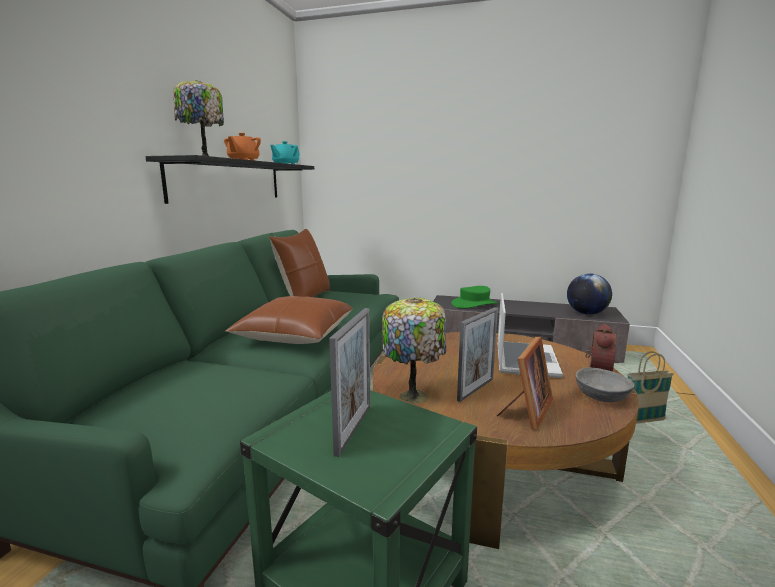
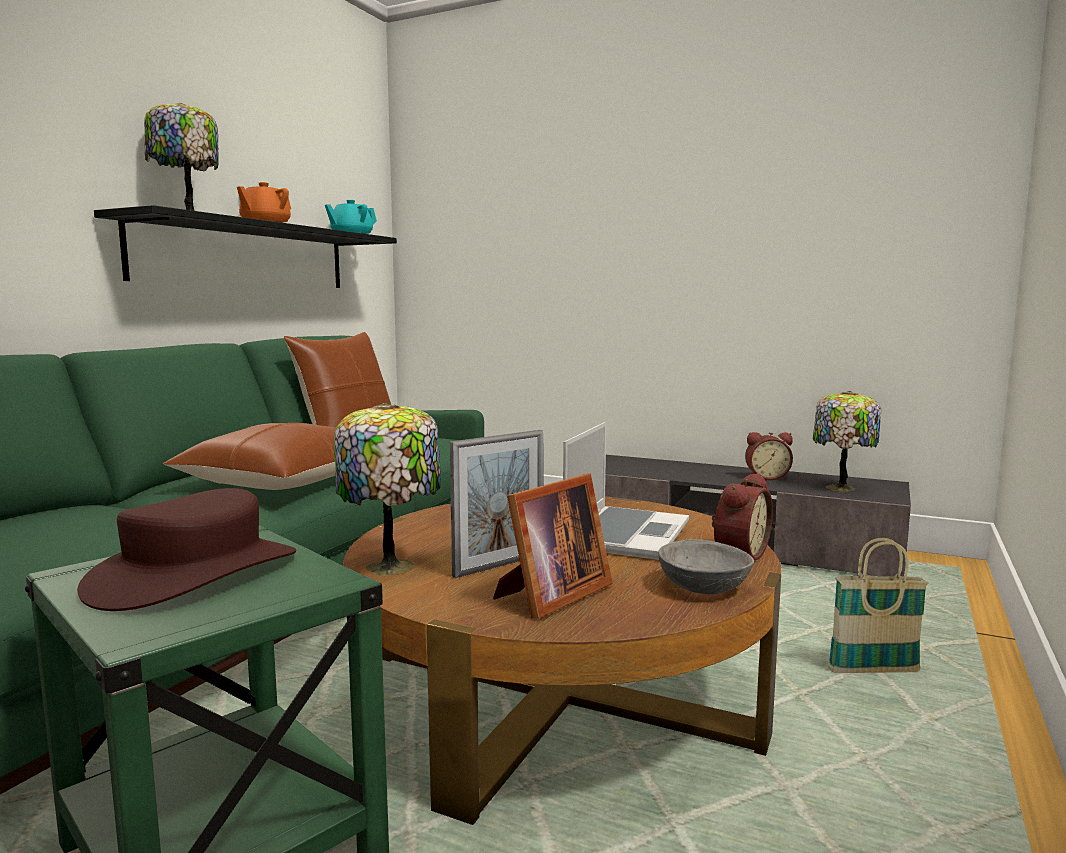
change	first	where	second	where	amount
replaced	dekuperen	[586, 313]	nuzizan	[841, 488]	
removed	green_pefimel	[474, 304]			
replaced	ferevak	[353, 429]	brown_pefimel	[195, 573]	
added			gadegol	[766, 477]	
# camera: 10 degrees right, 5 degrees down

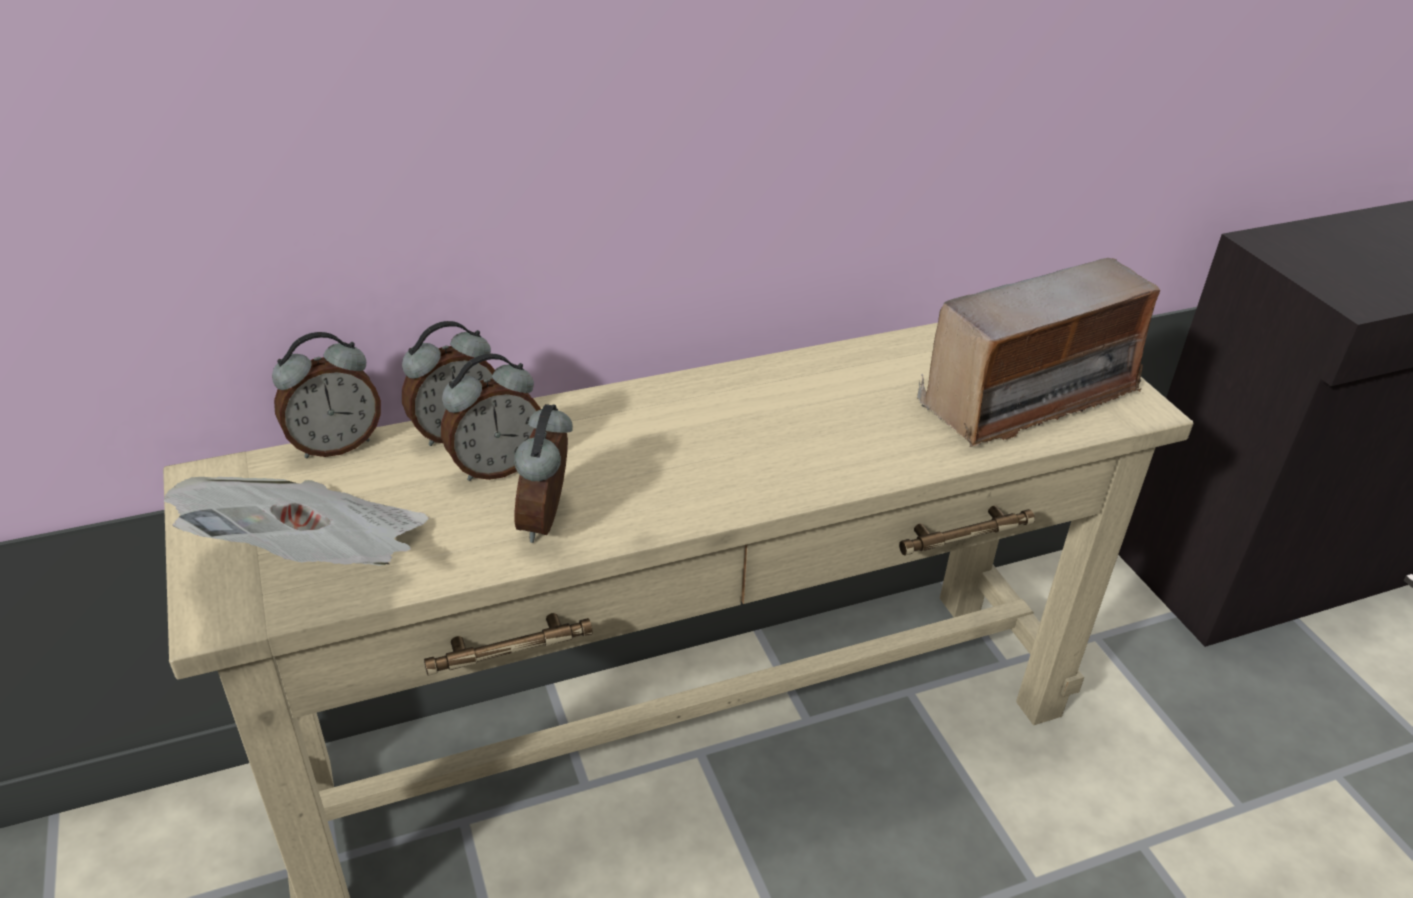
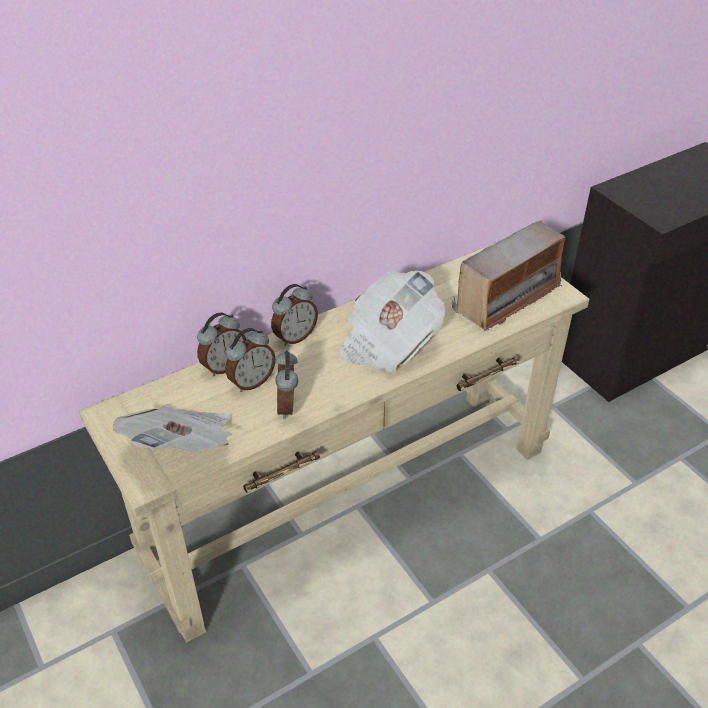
change	first	where	second	where	amount
moved	gadegol	[335, 445]		[294, 337]	
added			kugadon	[388, 342]	
# camera: 10 degrees left, 5 degrees up

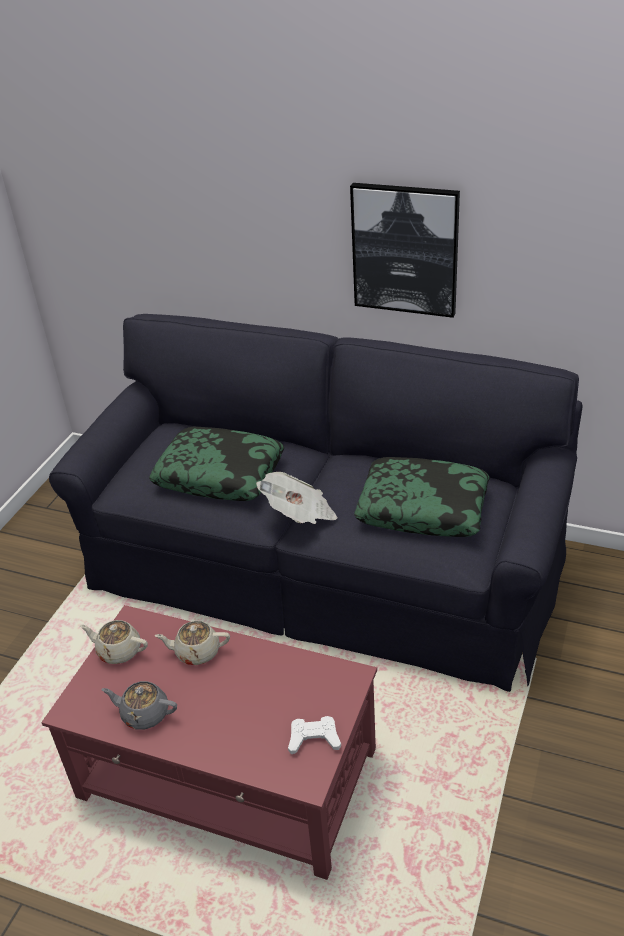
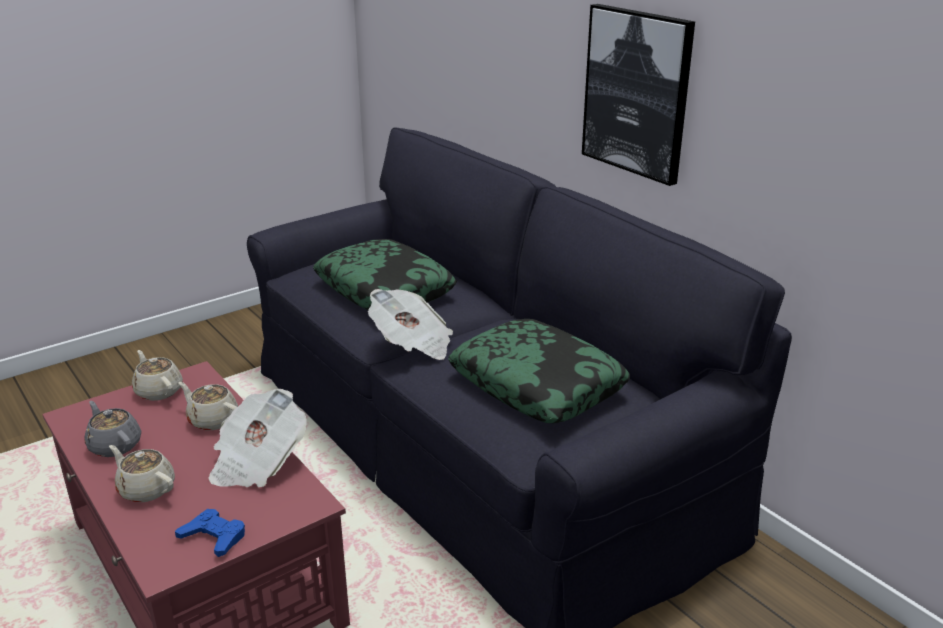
change	first	where	second	where	amount
recoloured	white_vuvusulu	[314, 738]	blue_vuvusulu	[214, 537]	
added			kugadon	[257, 462]	
added			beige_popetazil	[146, 489]	
# camera: 30 degrees right, 10 degrees down

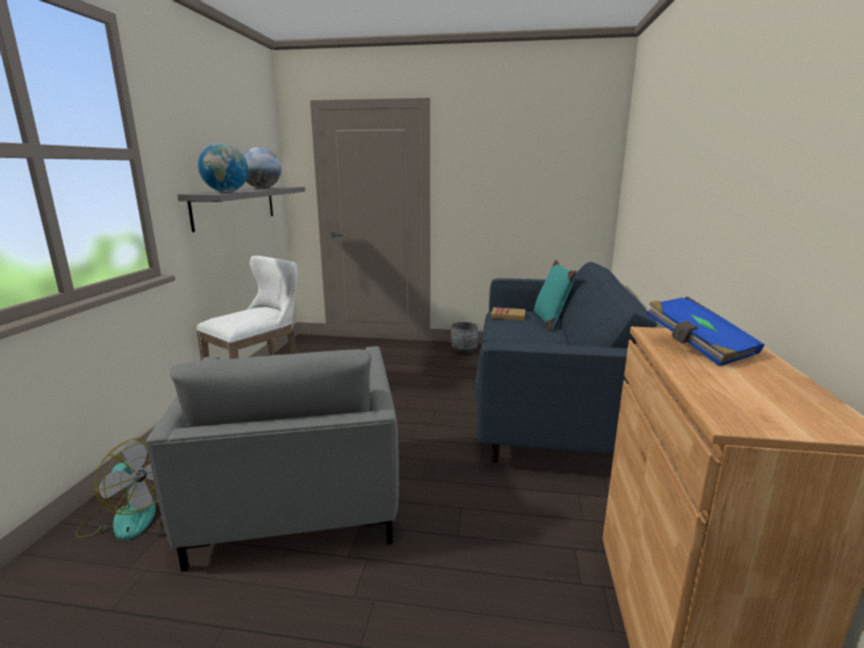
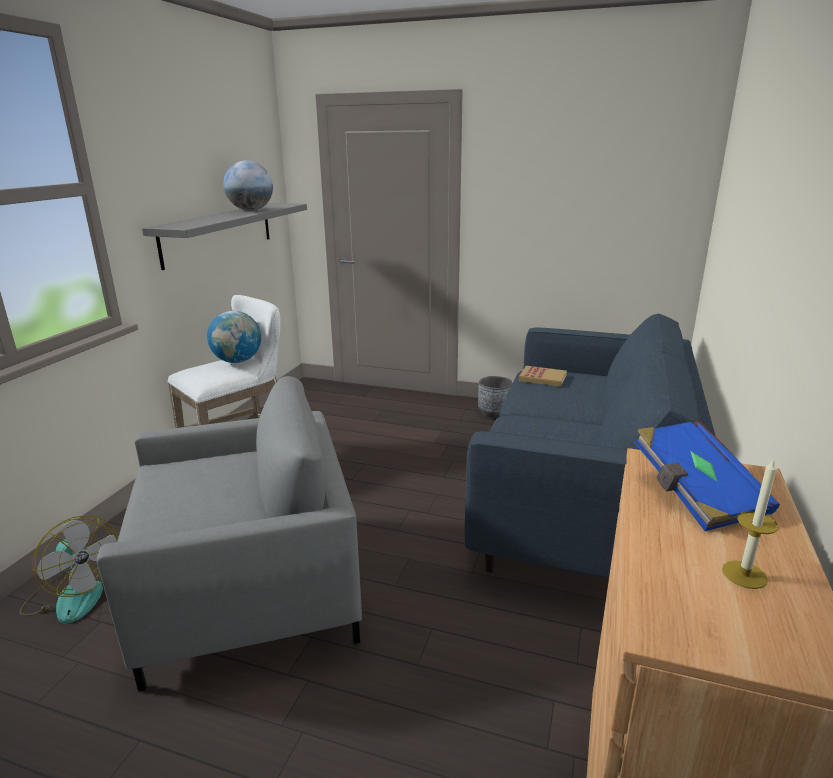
change	first	where	second	where	amount
moved	dekuperen	[226, 192]		[237, 361]	
removed	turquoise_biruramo	[550, 321]			
turned	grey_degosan	[296, 496]		[250, 591]	105 degrees counterclockwise
added			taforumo	[744, 574]	
# camera: 10 degrees right, 5 degrees up

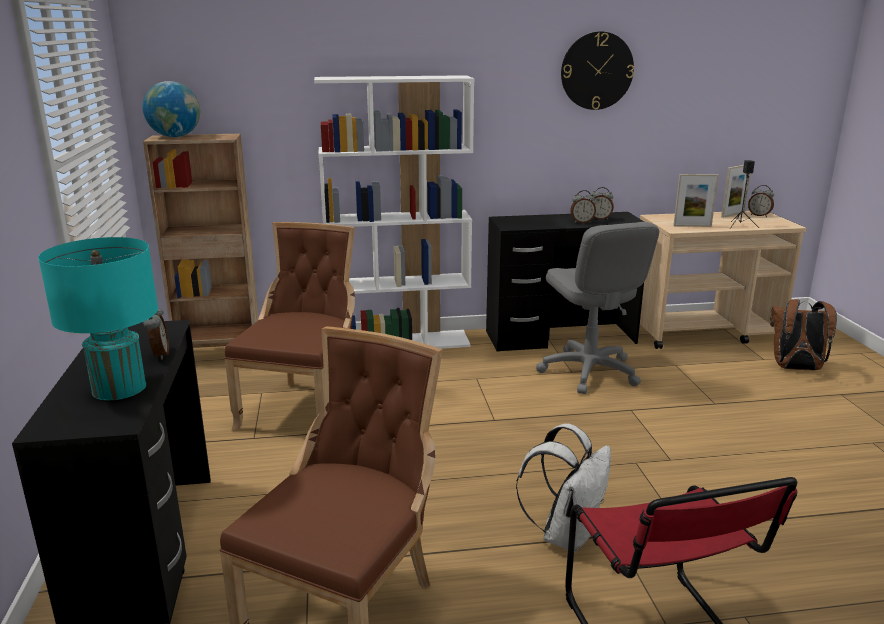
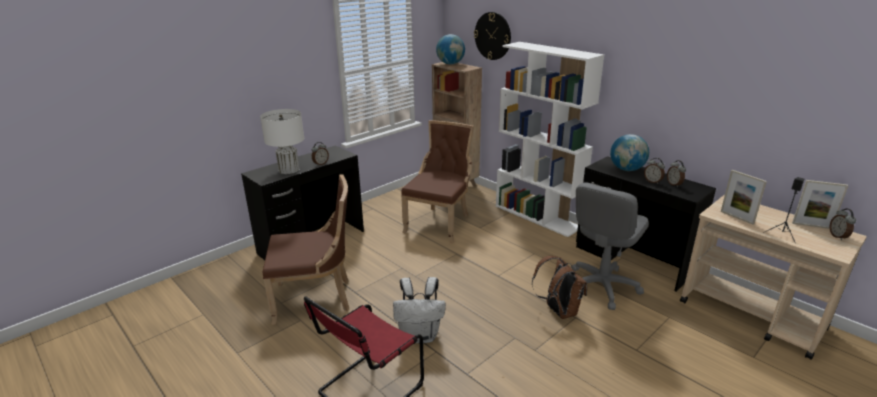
change	first	where	second	where	amount
moved	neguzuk	[597, 71]		[492, 36]	
turned	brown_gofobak	[303, 407]		[440, 223]	45 degrees counterclockwise
recoloured	turquoise_nuzizan	[119, 388]	white_nuzizan	[288, 170]	
moved	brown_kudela	[795, 368]		[558, 311]	
added			dekuperen	[626, 169]	
# camera: 55 degrees right, 5 degrees up

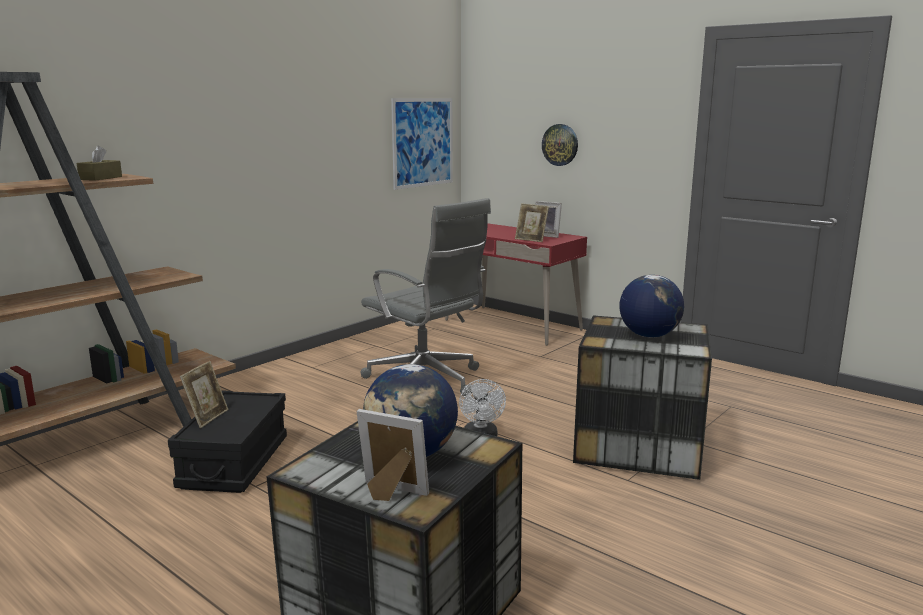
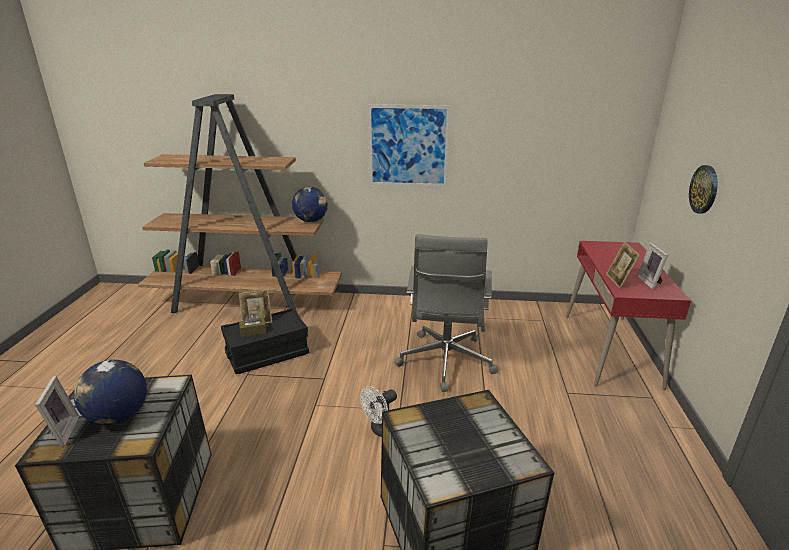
change	first	where	second	where	amount
moved	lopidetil	[423, 142]		[408, 146]	
moved	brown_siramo	[100, 178]		[253, 332]	
moved	dekuperen	[649, 335]		[311, 221]	
# camera: 55 degrees right, 10 degrees up

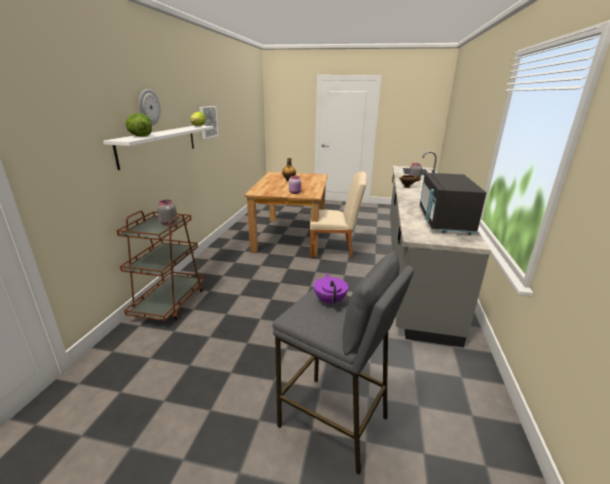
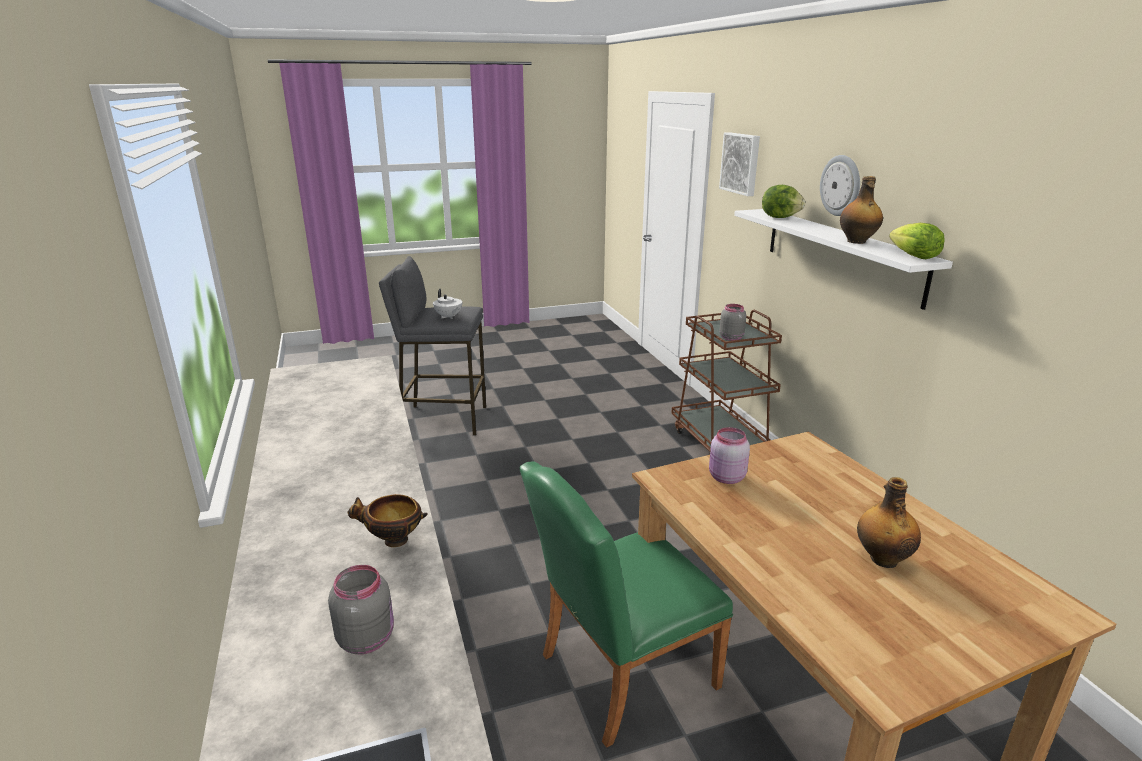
change	first	where	second	where	amount
moved	lopidetil	[207, 122]		[741, 163]	
recoloured	beige_gofobak	[334, 249]	green_gofobak	[618, 675]	
removed	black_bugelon	[444, 221]			
recoloured	purple_popetazil	[330, 300]	white_popetazil	[448, 317]	
added			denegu	[857, 241]	
# camera: 150 degrees right, 0 degrees up

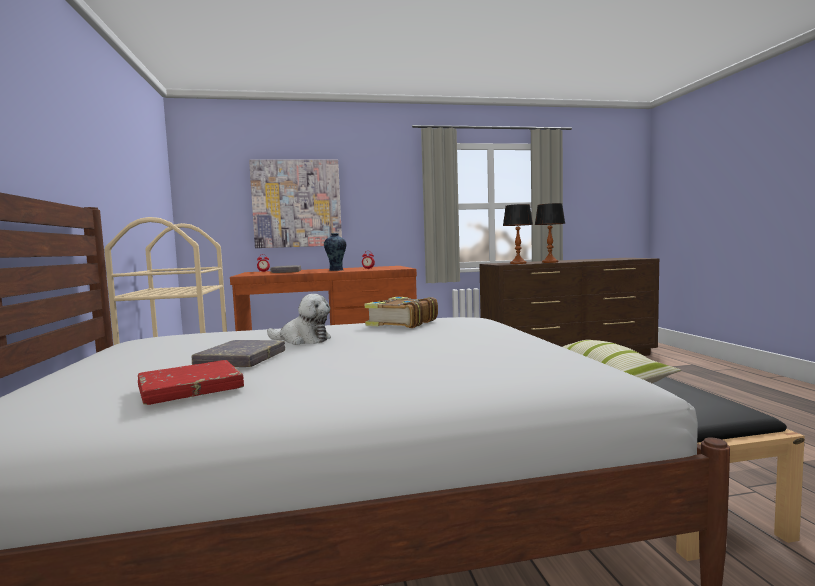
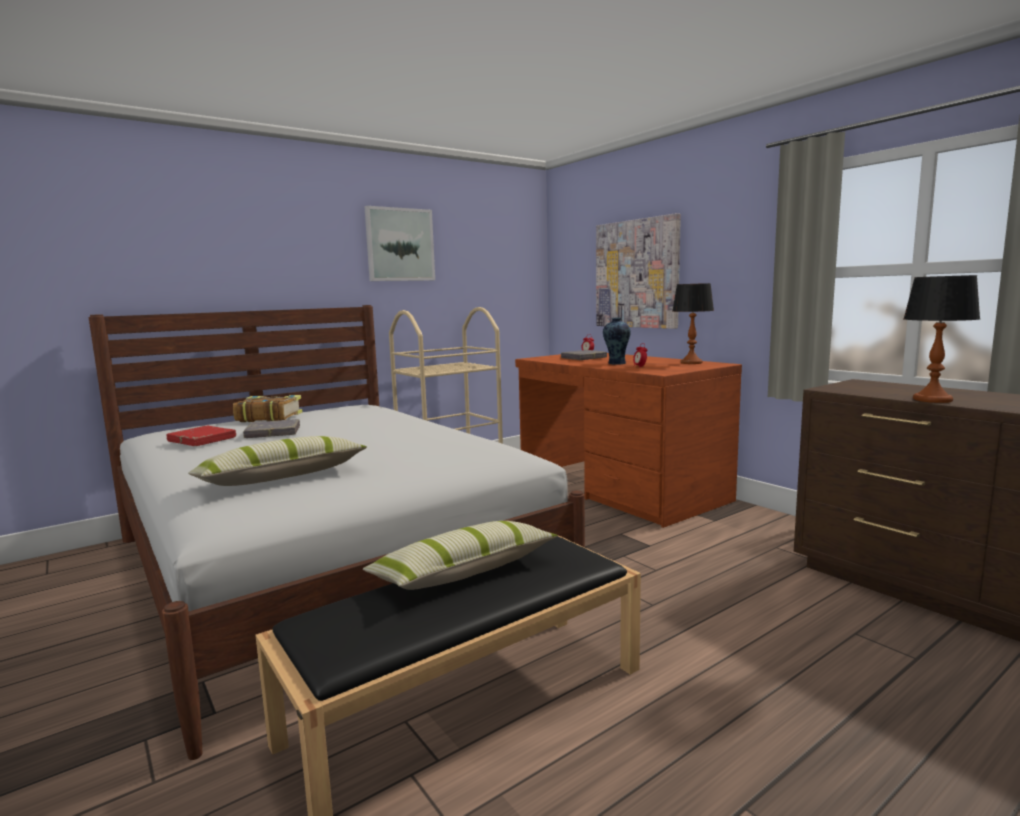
change	first	where	second	where	amount
moved	nuzizan	[518, 263]		[691, 362]	
removed	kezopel	[303, 340]			
moved	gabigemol	[401, 323]		[268, 417]	
added			lopidetil	[400, 245]	
added			biruramo	[281, 478]	
# camera: 65 degrees right, 5 degrees up

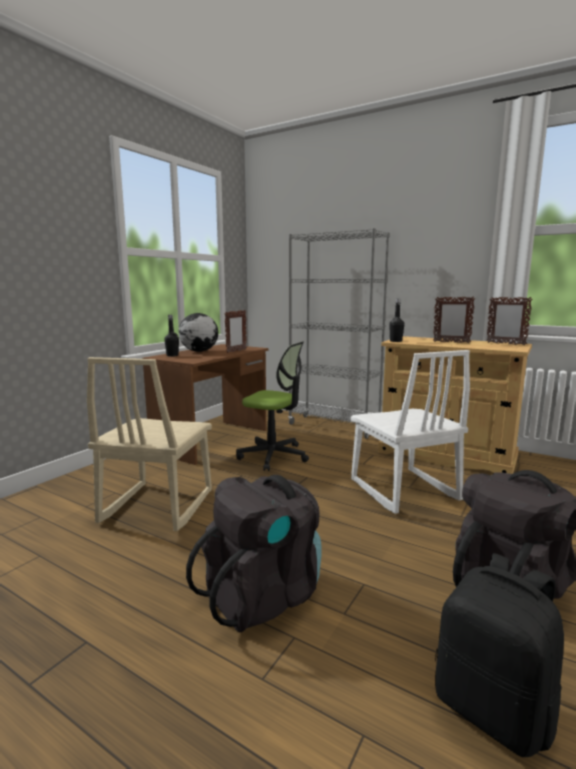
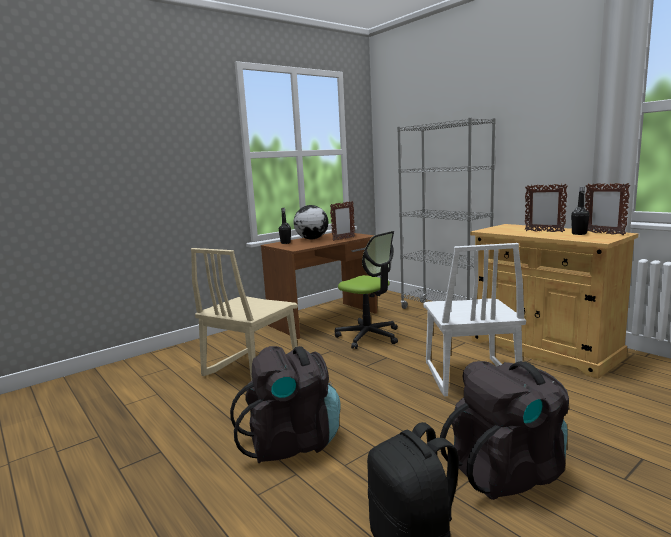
change	first	where	second	where	amount
moved	black_denegu	[395, 341]		[579, 234]	
# camera: 20 degrees right, 0 degrees up

